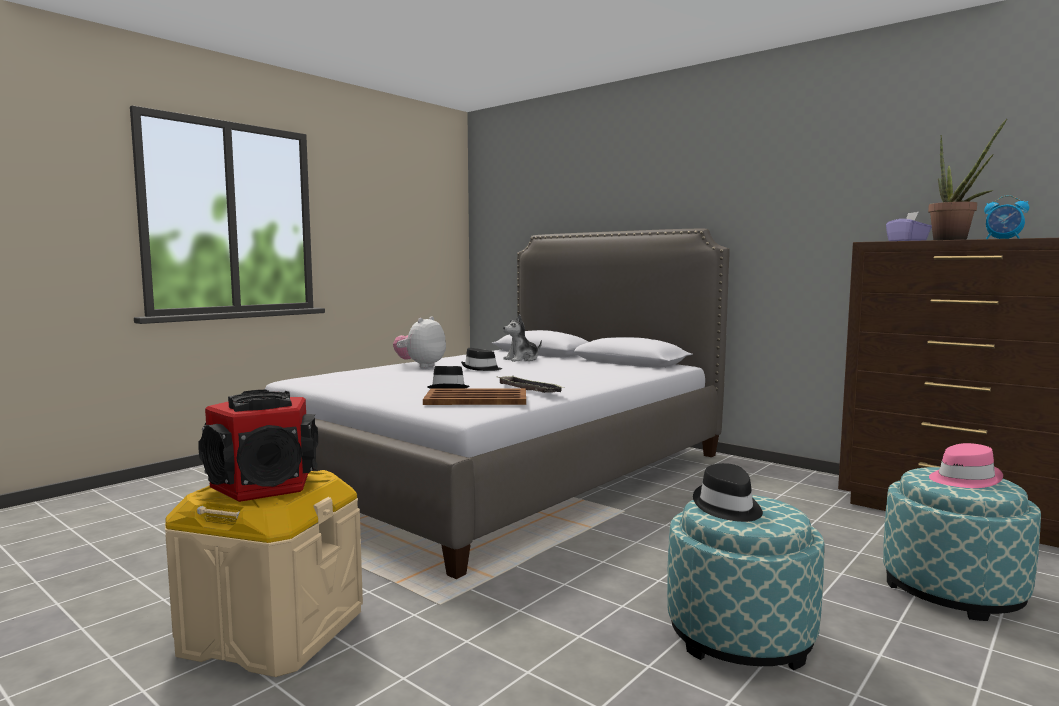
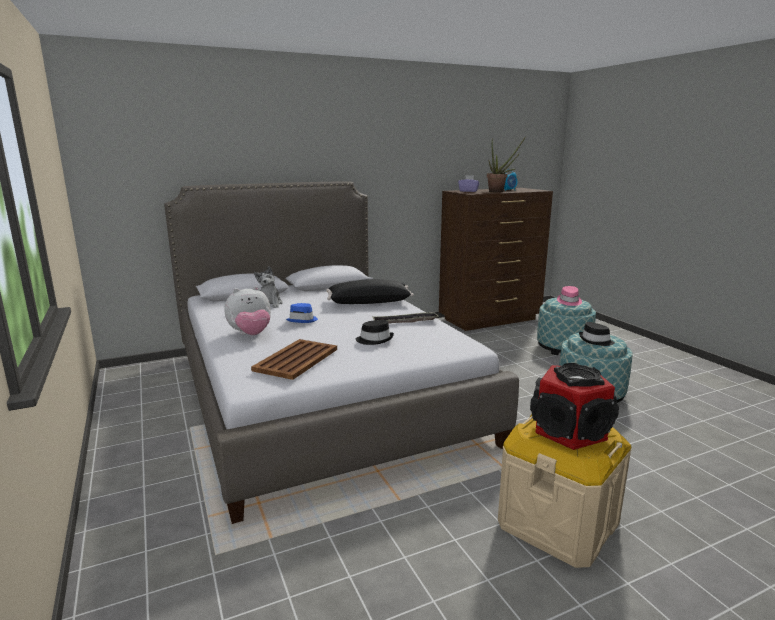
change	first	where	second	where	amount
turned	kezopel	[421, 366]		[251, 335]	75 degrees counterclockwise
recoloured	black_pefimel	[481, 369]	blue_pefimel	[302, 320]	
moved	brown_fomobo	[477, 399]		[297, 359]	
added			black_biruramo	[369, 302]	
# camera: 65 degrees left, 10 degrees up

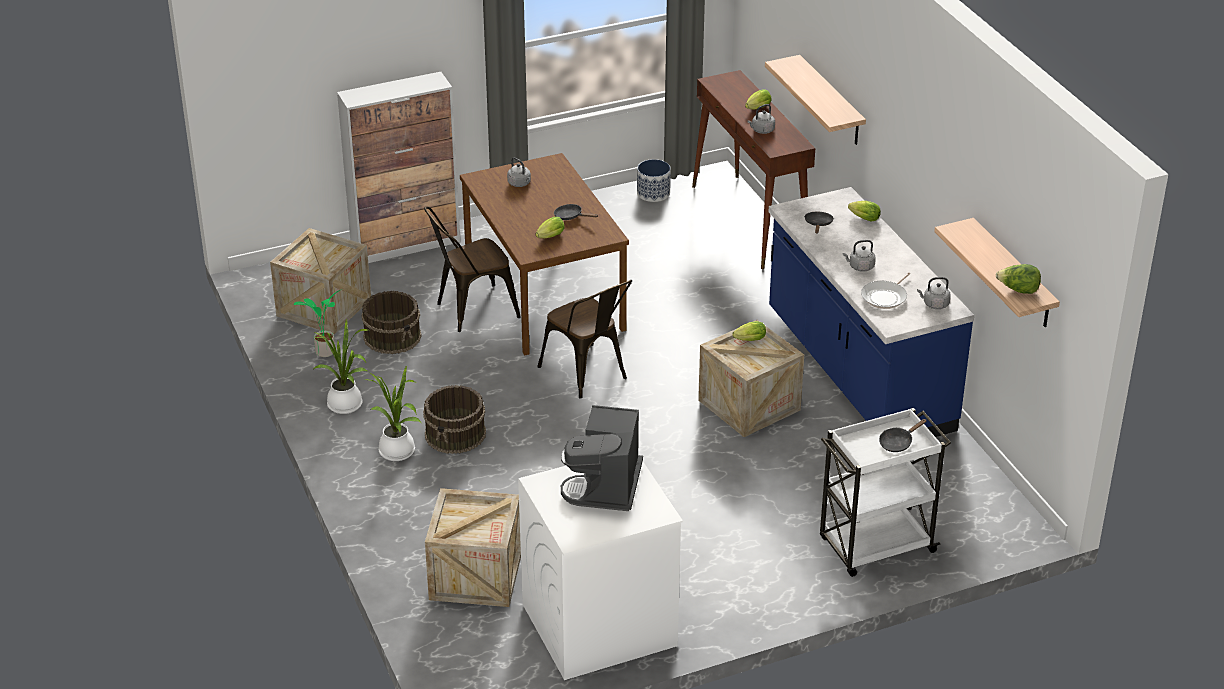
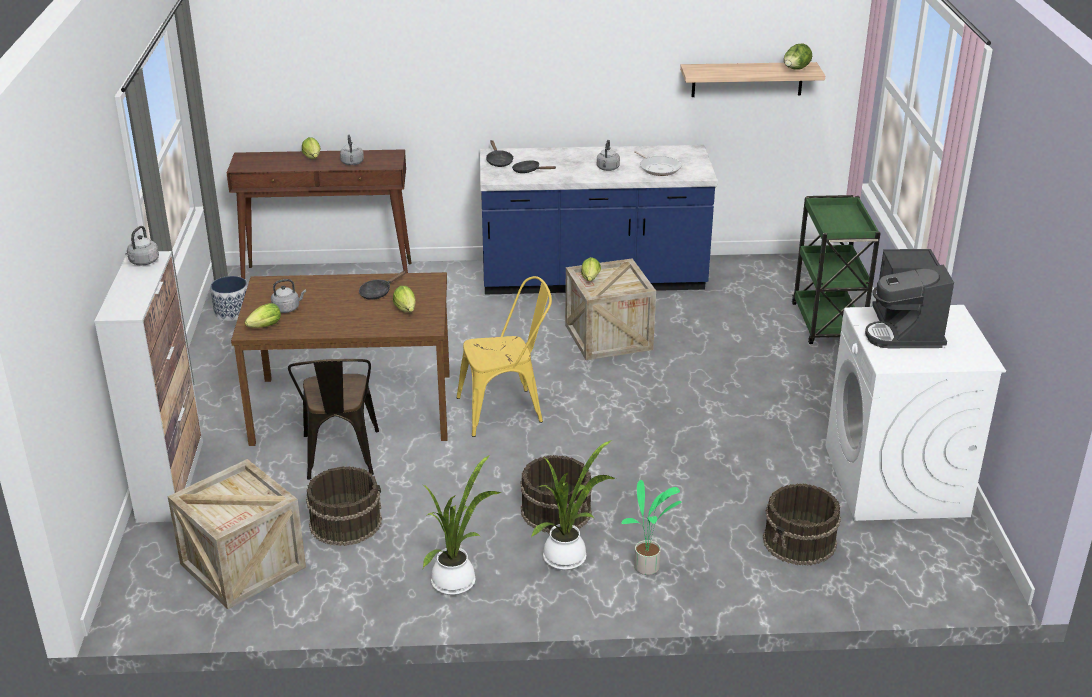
change	first	where	second	where	amount
removed	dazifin	[831, 101]			
moved	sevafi	[863, 218]		[263, 327]	
moved	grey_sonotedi	[934, 304]		[143, 262]	
recoloured	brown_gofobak	[588, 375]	yellow_gofobak	[507, 410]	
moved	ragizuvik	[324, 352]		[648, 568]	
turned	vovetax	[606, 486]		[904, 331]	60 degrees clockwise
recoloured	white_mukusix	[875, 546]	green_mukusix	[827, 324]	
moved	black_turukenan	[898, 442]		[498, 161]	
replaced	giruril	[476, 576]	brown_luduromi	[800, 542]	
# camera: 70 degrees left, 5 degrees down

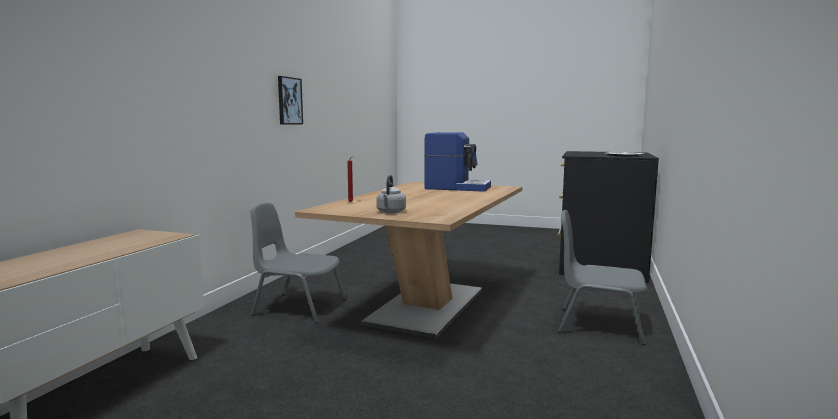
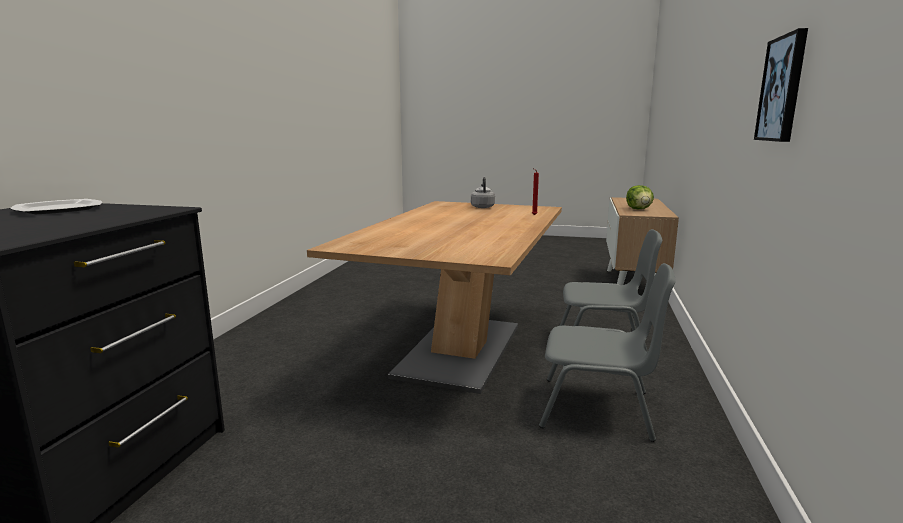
change	first	where	second	where	amount
removed	vovetax	[457, 188]			
moved	grey_gofobak	[598, 324]		[597, 409]	
added			sevafi	[639, 209]	
# camera: 175 degrees right, 5 degrees up

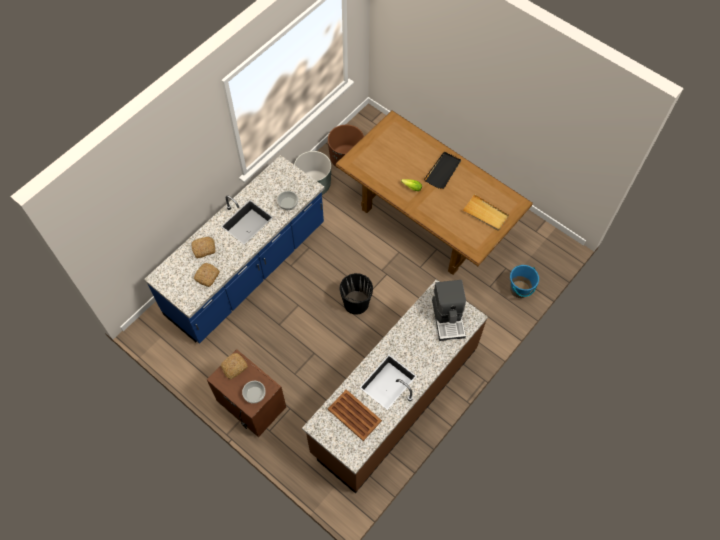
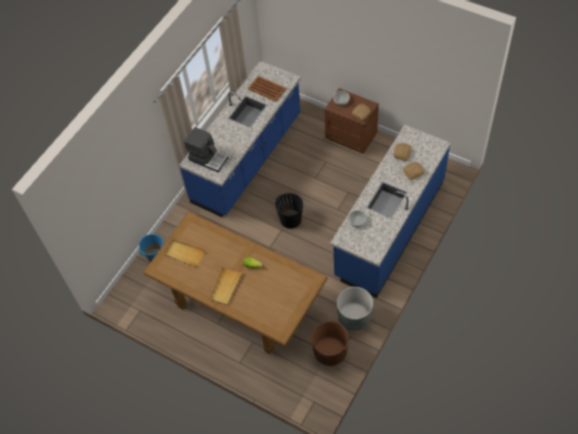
change	first	where	second	where	amount
recoloured	black_fomobo	[443, 171]	beige_fomobo	[226, 287]	
recoloured	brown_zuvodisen	[394, 400]	blue_zuvodisen	[248, 158]	
turned	vovetax	[449, 318]		[208, 158]	135 degrees clockwise
# camera: 175 degrees right, 5 degrees down

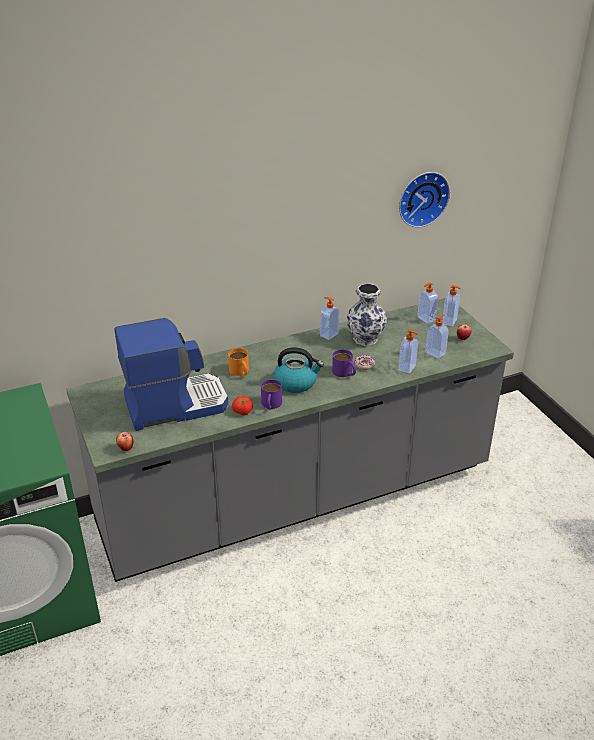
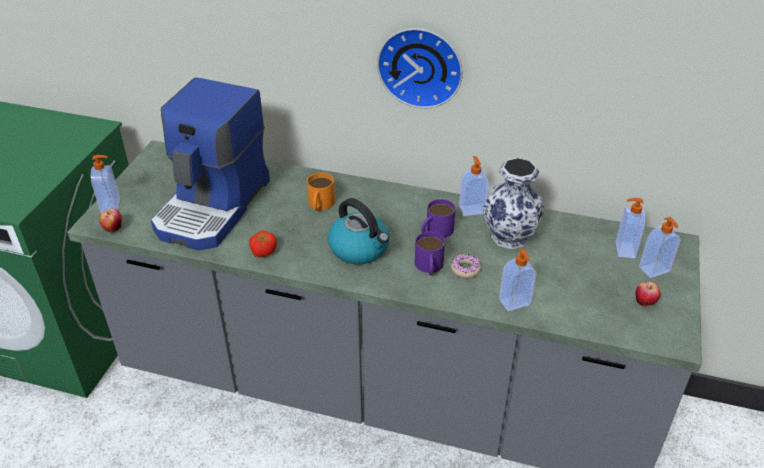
change	first	where	second	where	amount
moved	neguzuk	[422, 198]		[421, 65]	
moved	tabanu	[435, 353]		[111, 205]	
turned	vovetax	[175, 404]		[214, 207]	90 degrees clockwise
moved	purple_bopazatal	[270, 405]		[435, 231]	
# camera: 40 degrees right, 5 degrees up

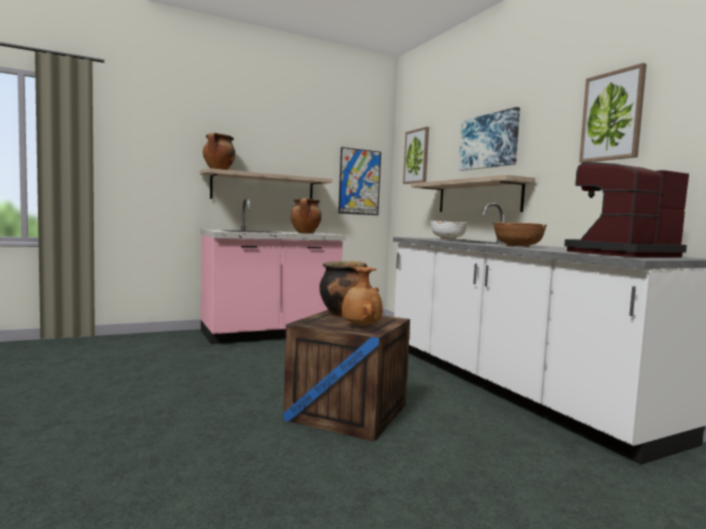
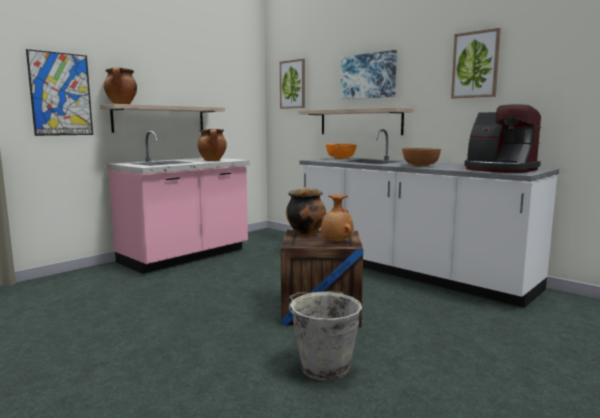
change	first	where	second	where	amount
moved	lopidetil	[359, 182]		[61, 94]	
turned	vovetax	[619, 254]		[499, 169]	90 degrees counterclockwise
recoloured	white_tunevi	[448, 238]	orange_tunevi	[341, 158]	
added			grey_luduromi	[323, 367]	
# camera: 20 degrees left, 5 degrees up

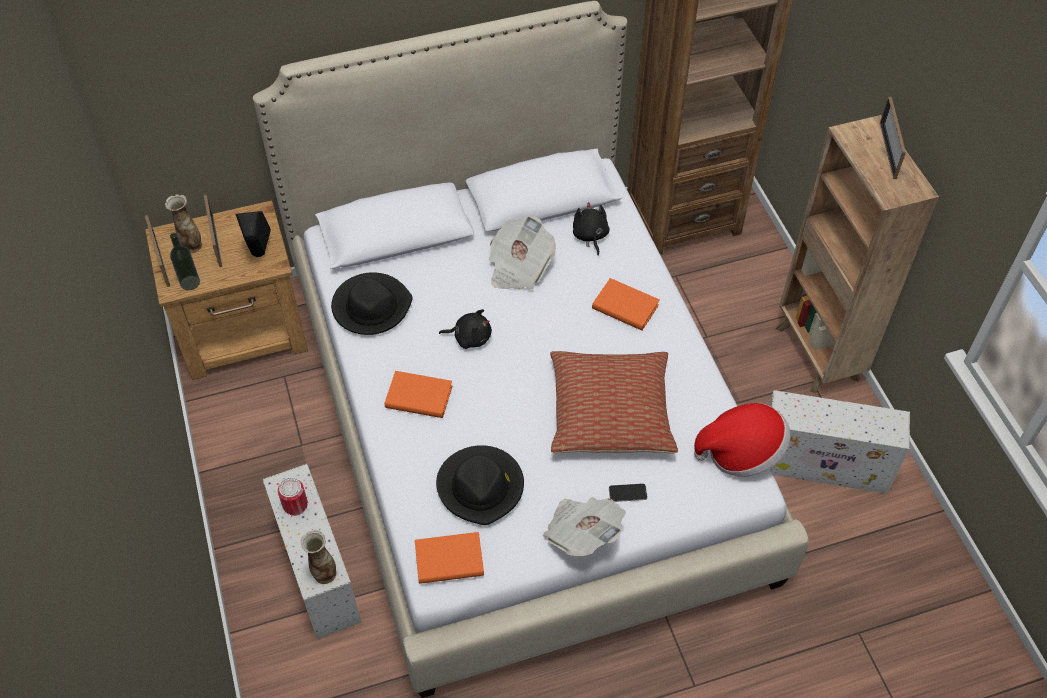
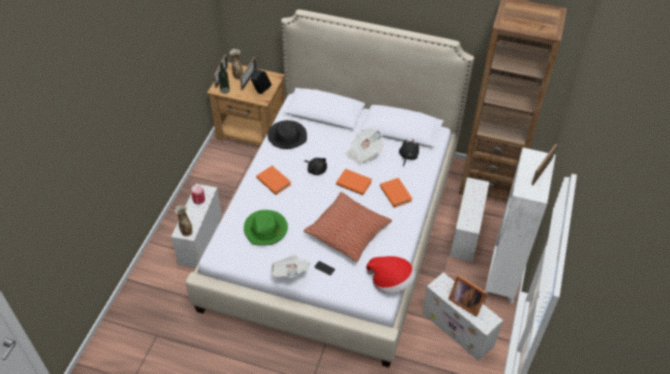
change	first	where	second	where	amount
recoloured	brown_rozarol	[817, 355]	white_rozarol	[501, 280]	
recoloured	black_pefimel	[481, 486]	green_pefimel	[266, 229]	
moved	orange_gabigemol	[449, 560]		[353, 183]	
added			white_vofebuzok	[466, 233]	
added			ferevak	[465, 302]	
# camera: 35 degrees right, 5 degrees down

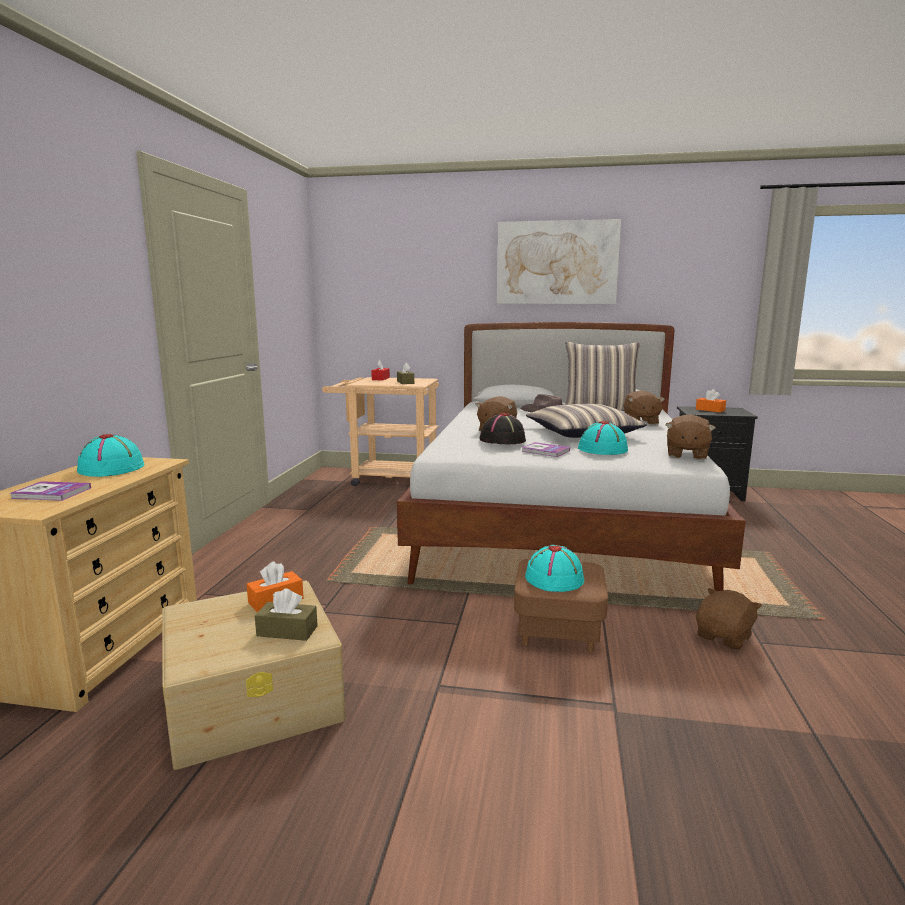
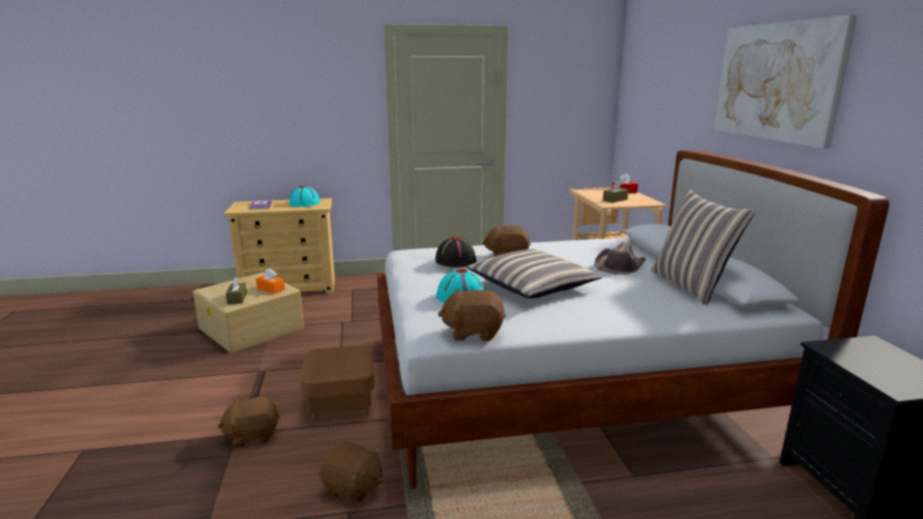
change	first	where	second	where	amount
removed	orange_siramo	[710, 410]			
moved	brown_kezopel	[640, 422]		[252, 435]	
removed	gabigemol	[545, 451]			
removed	turquoise_pefimel	[554, 578]			
# camera: 70 degrees right, 5 degrees up

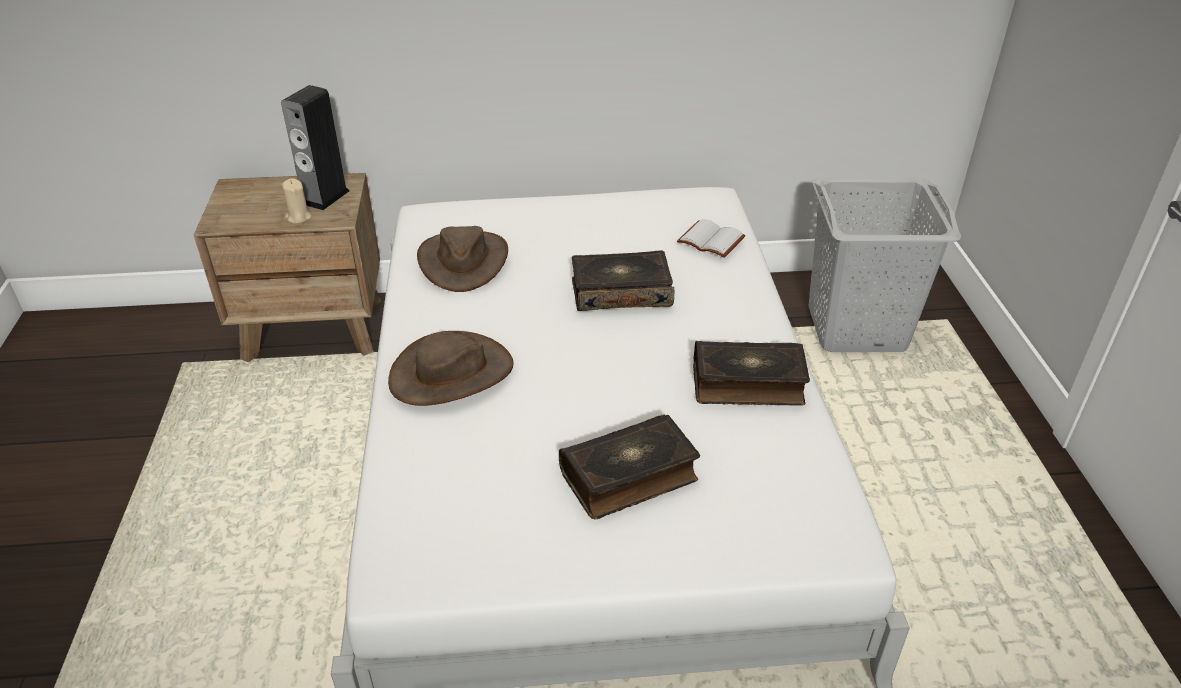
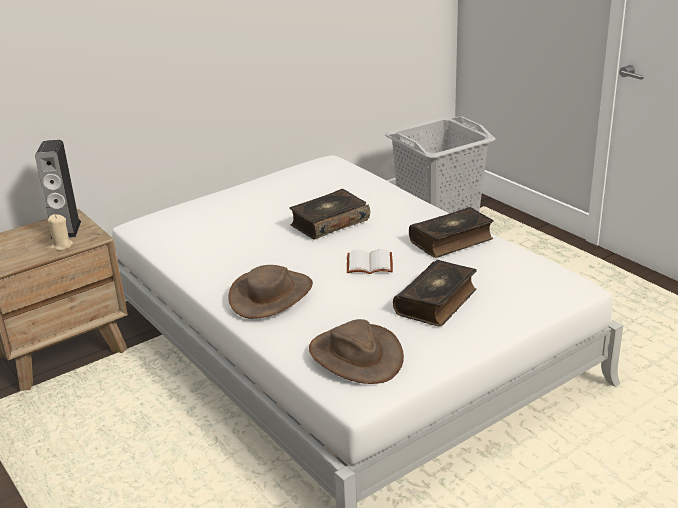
change	first	where	second	where	amount
moved	white_gabigemol	[709, 241]		[368, 265]	
moved	brown_pefimel	[463, 261]		[355, 356]	
# camera: 30 degrees left, 10 degrees down

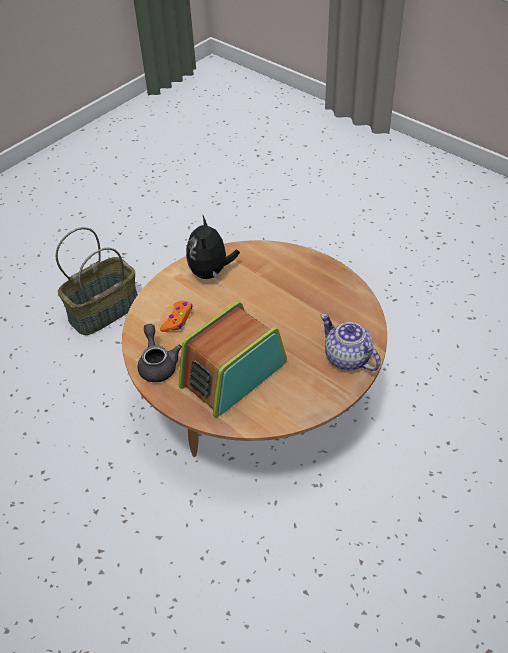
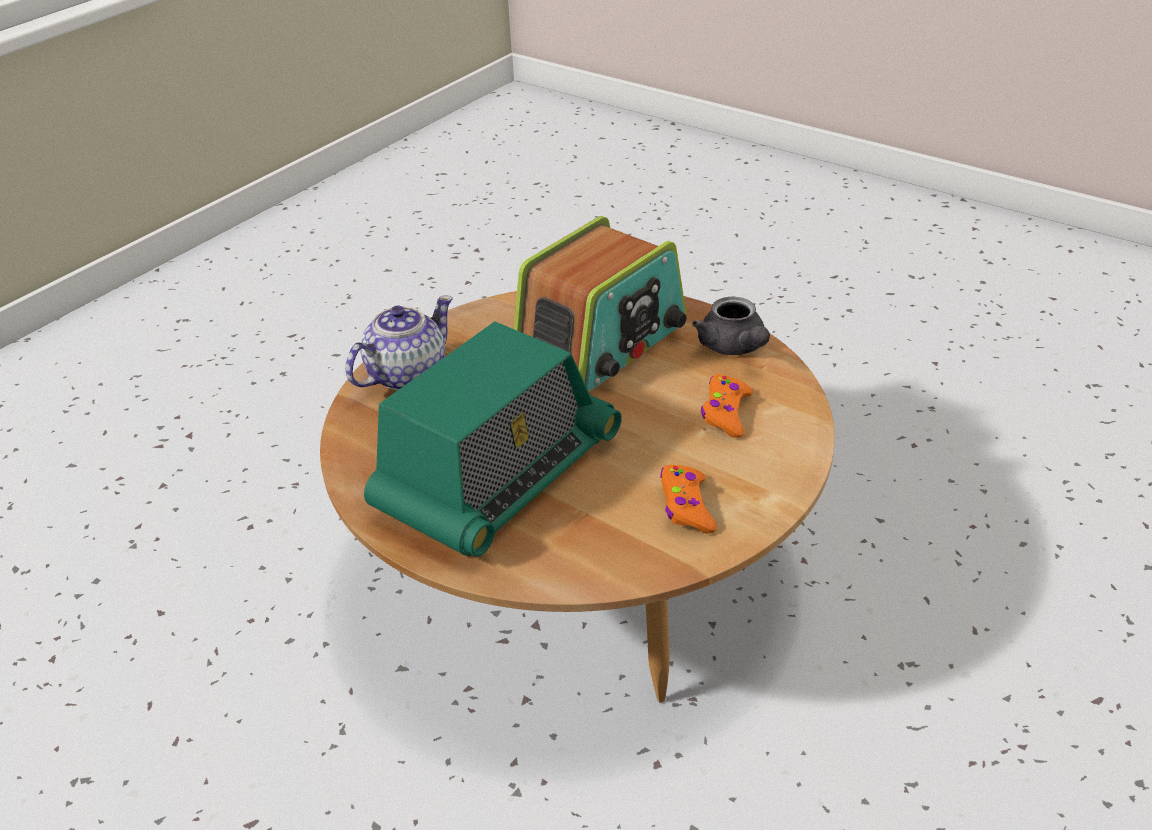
change	first	where	second	where	amount
replaced	kezopel	[211, 272]	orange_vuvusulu	[686, 506]	
removed	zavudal	[104, 310]			
turned	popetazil	[347, 358]		[405, 375]	90 degrees counterclockwise
added			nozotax	[498, 477]	
# camera: 175 degrees right, 10 degrees down

